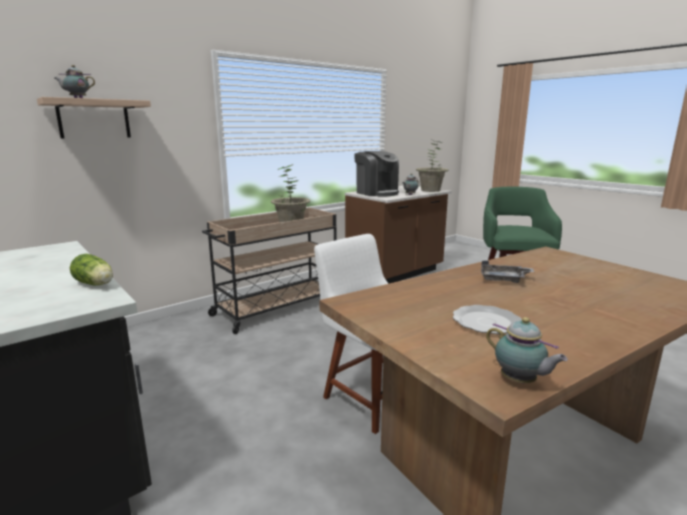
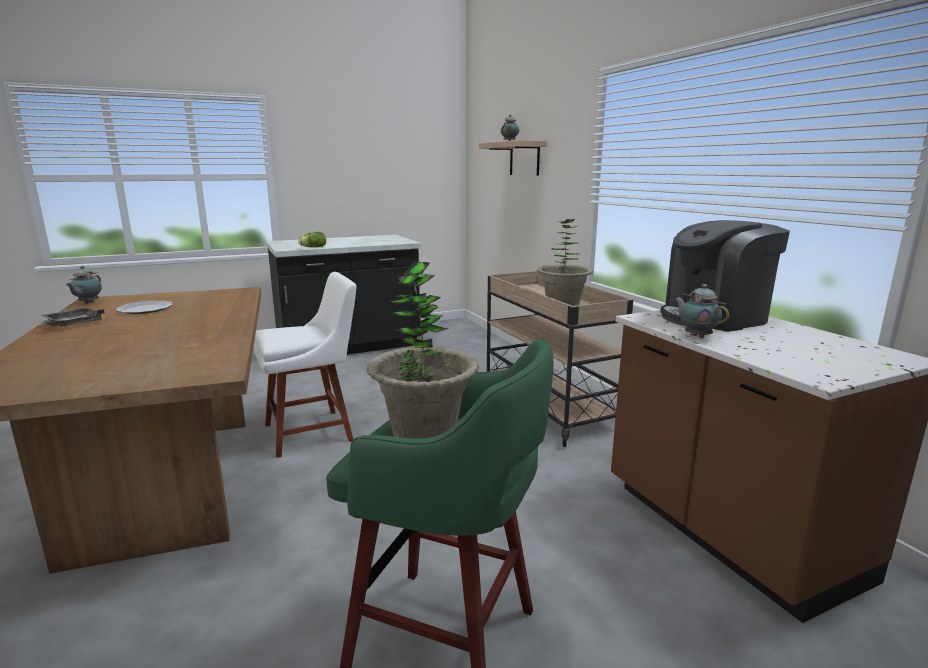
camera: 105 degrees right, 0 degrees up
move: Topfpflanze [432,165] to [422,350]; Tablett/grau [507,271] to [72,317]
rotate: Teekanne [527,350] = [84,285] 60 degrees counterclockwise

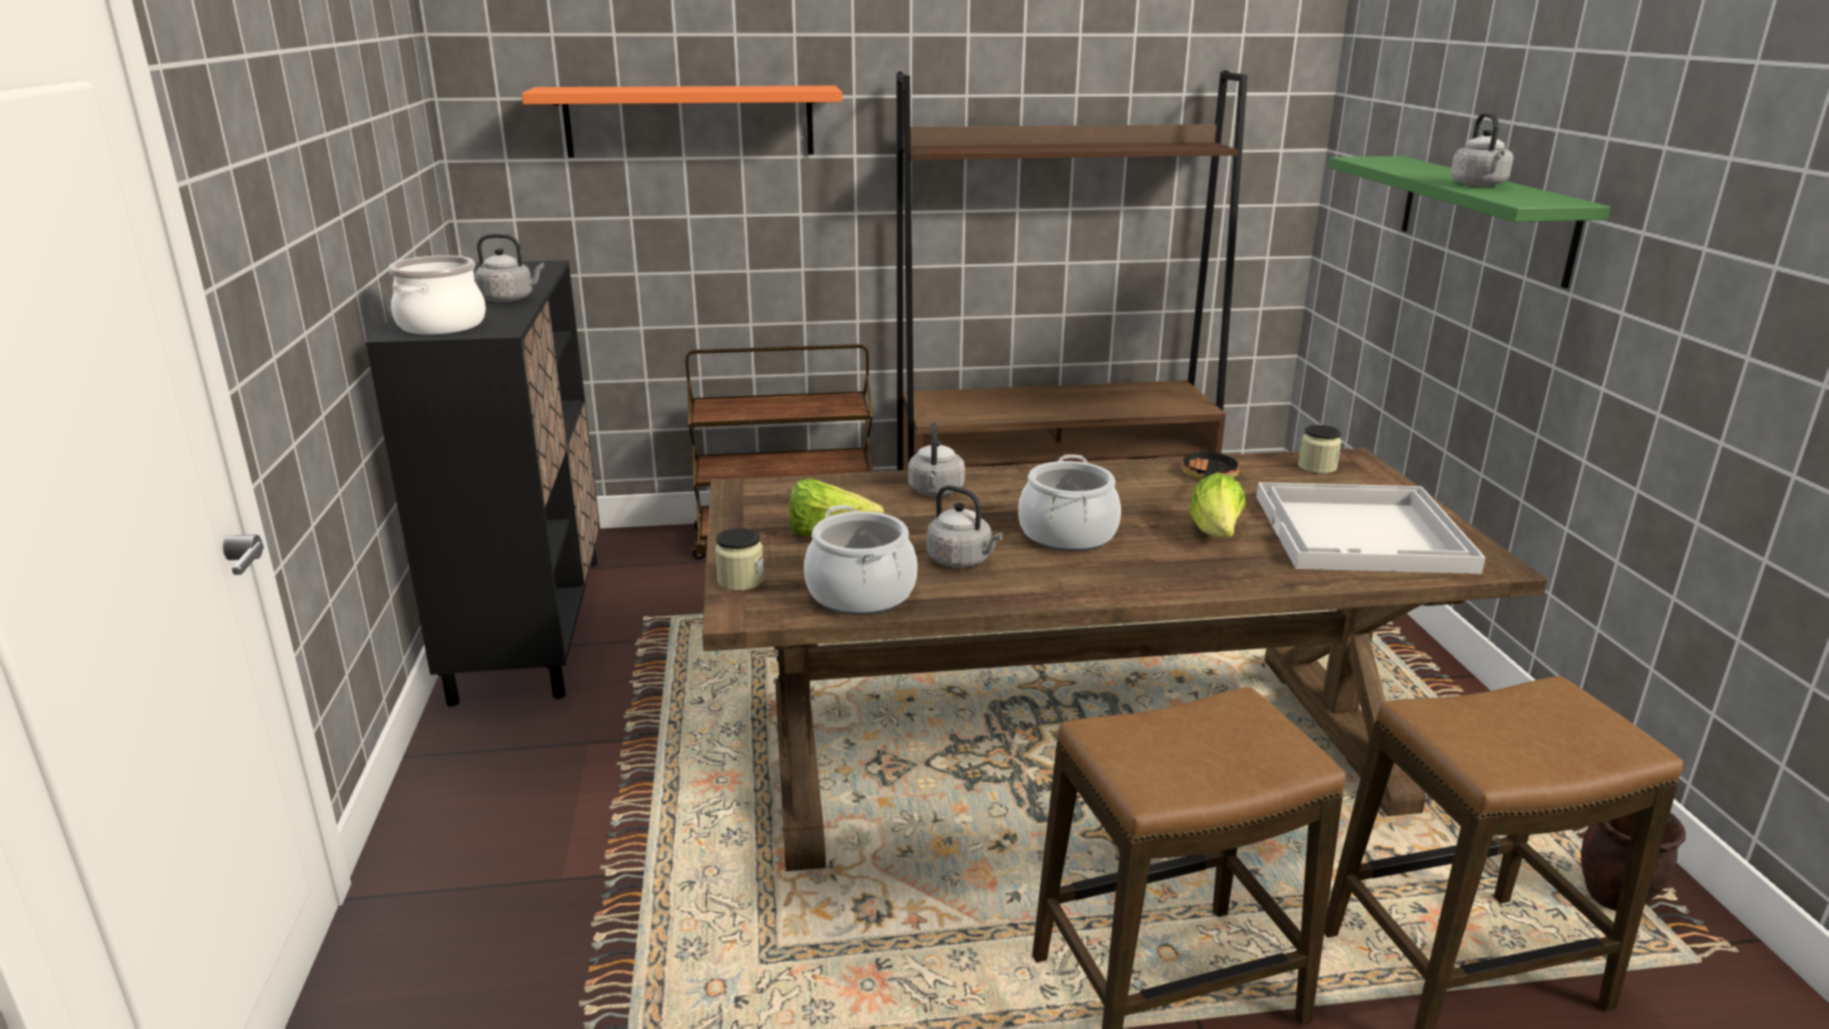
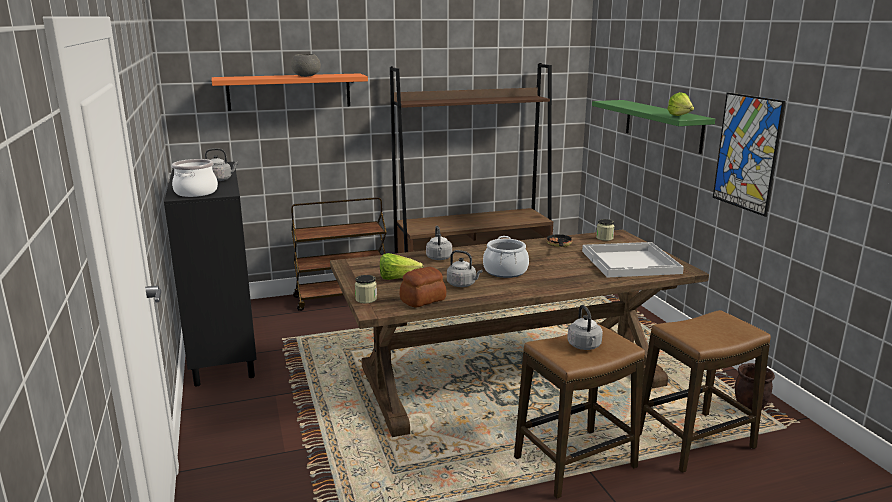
camera: 10 degrees left, 5 degrees down
insert: Schüssel/grau [306,65]; Bild [749,155]
move: Salatkopf [1217,505] to [680,104]; Wasserkessel/grau [1481,150] to [585,327]
replace: Kochtopf [860,560] to Brot [422,287]

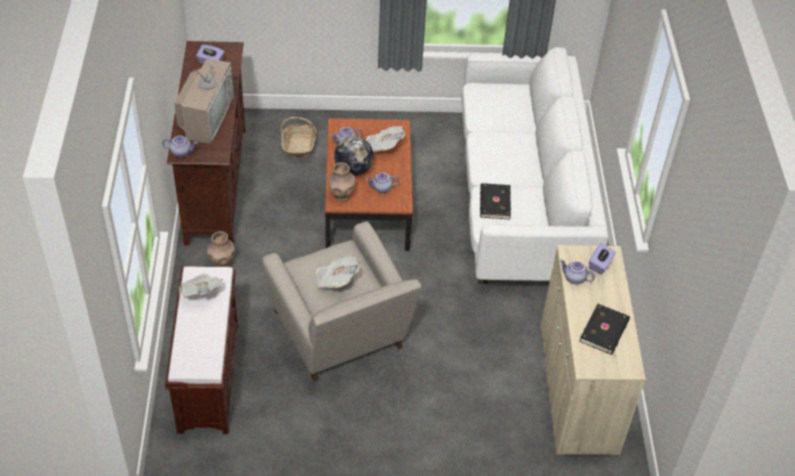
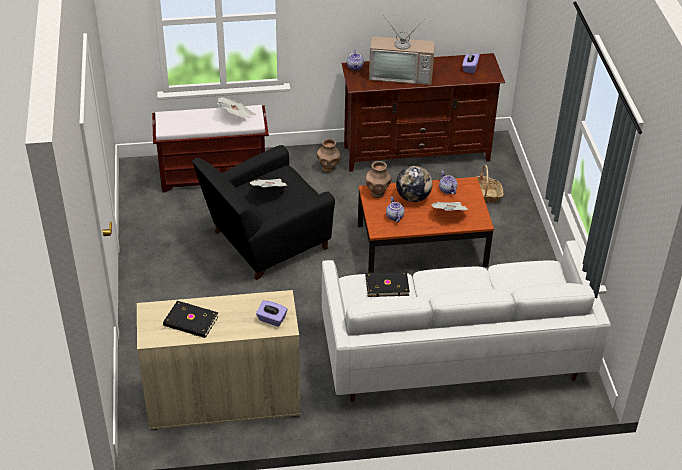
camera: 85 degrees right, 5 degrees down
delete: Teekanne [577,272]
recolor: Sessel/beige [342,301] to Sessel/schwarz [263,212]

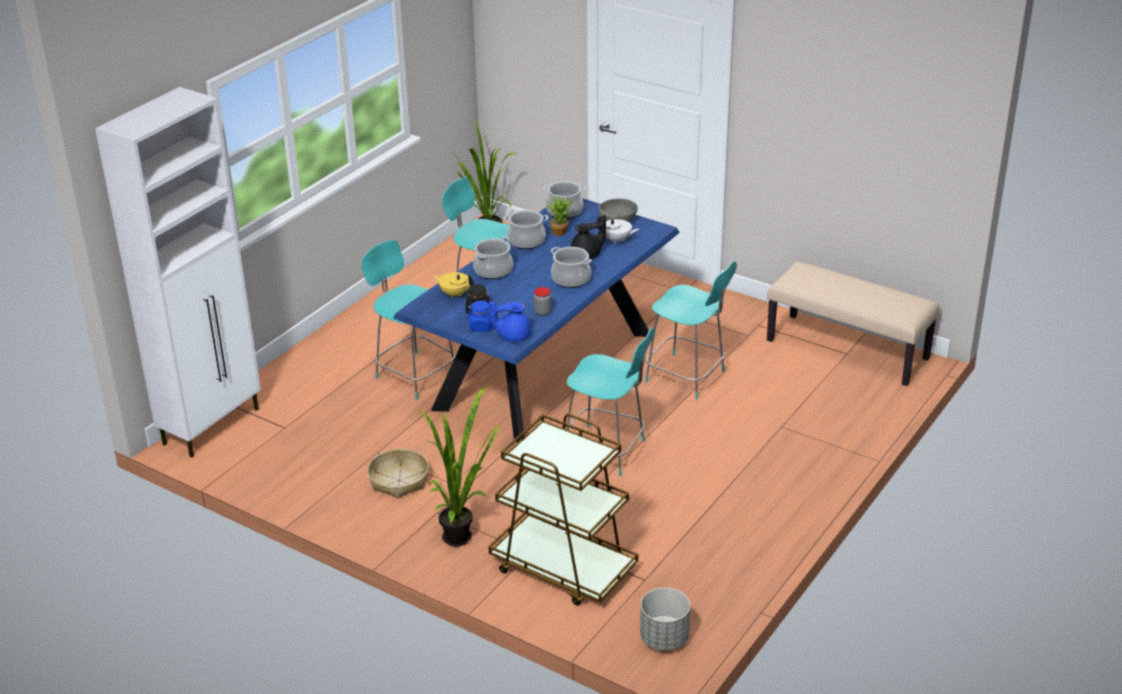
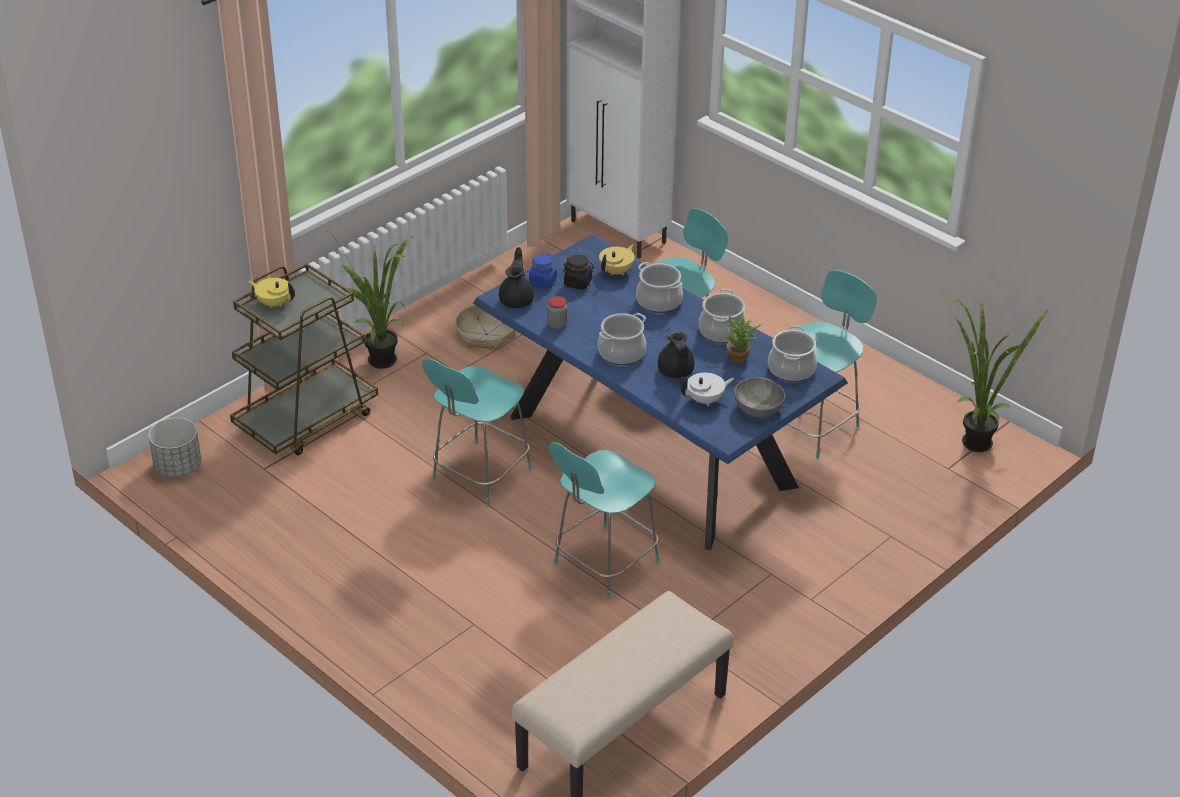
camera: 100 degrees right, 5 degrees up
insert: Teekanne/gelb [271,293]
recolor: Teekanne/blau [510,321] to Teekanne/schwarz [516,277]
rotate: Teekanne/weiß [618,229] = [707,390] 135 degrees counterclockwise

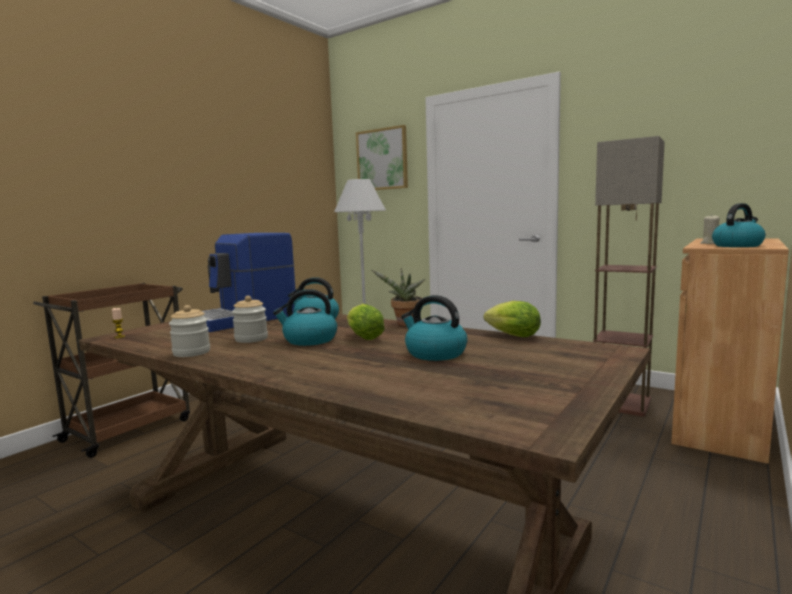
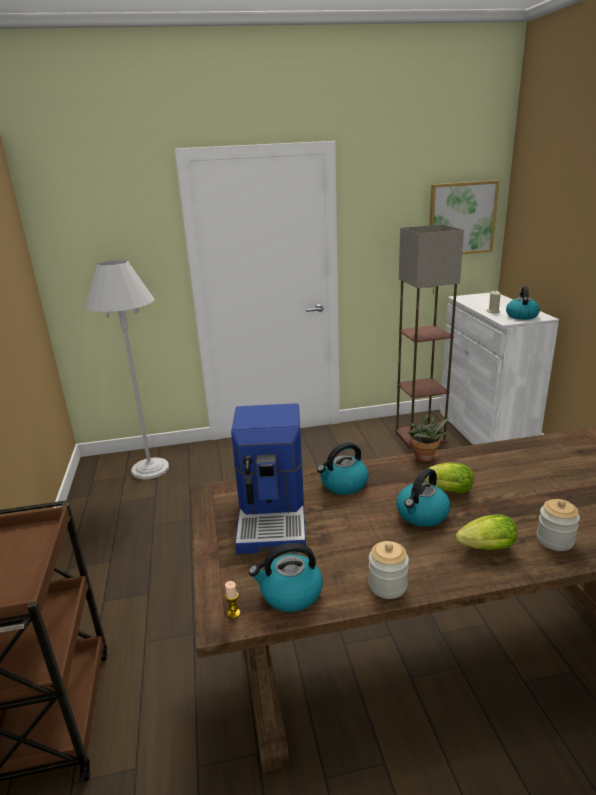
camera: 45 degrees left, 15 degrees up
move: Vorratsglas [250,319] to [558,525]; Bild [382,157] to [464,217]; Wasserkessel [434,328] to [286,577]; Salatkopf [512,319] to [486,532]
recolor: Schrank/braun [730,351] to Schrank/weiß [499,369]

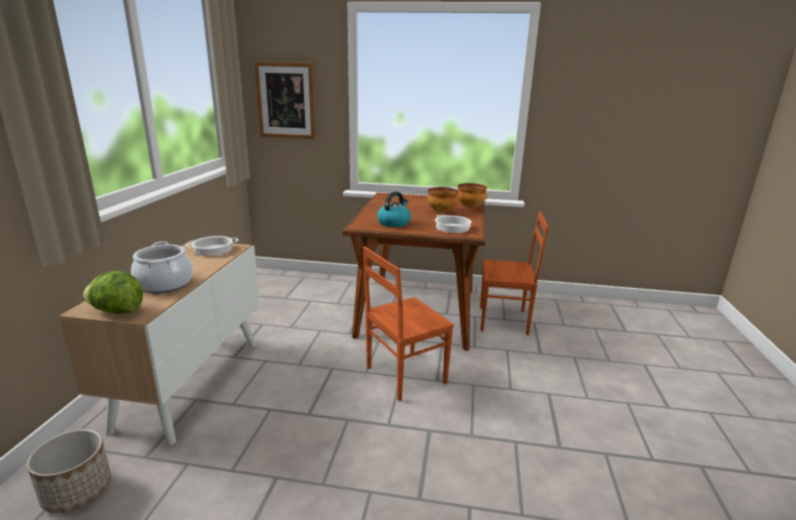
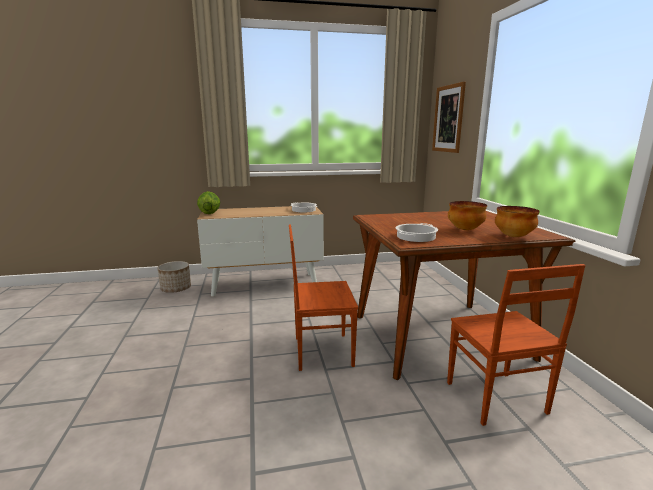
camera: 70 degrees right, 5 degrees down
delete: Kochtopf [162,267]; Wasserkessel [394,209]
rotate: Stuhl/braun [408,323] = [323,297] 45 degrees counterclockwise

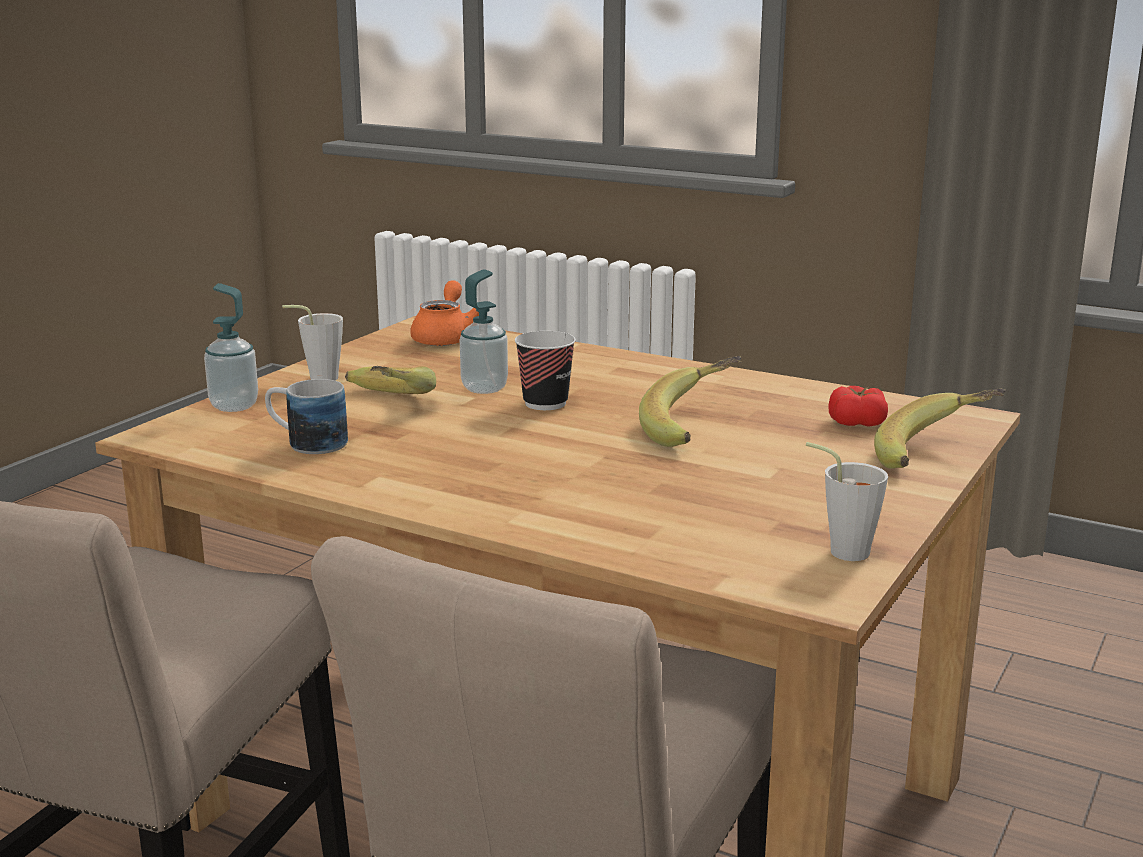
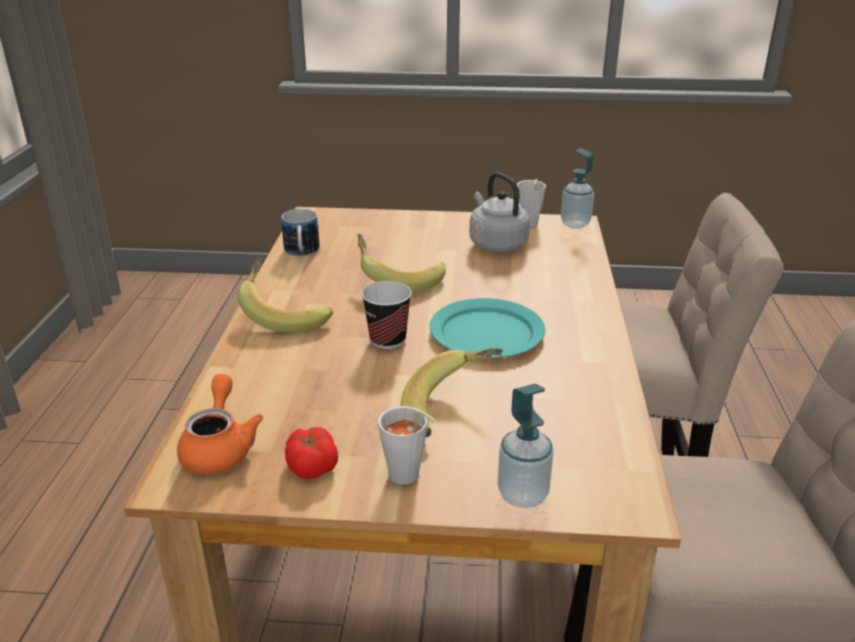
camera: 115 degrees left, 10 degrees up
insert: Teller/türkis [487,328]; Wasserkessel/grau [499,212]
move: Henkelbecher [306,416] to [300,232]; Seifenspender [484,331] to [577,188]; Tomate [858,406] to [311,453]; Banane [940,429] to [285,294]
rotate: Teekanne/orange [444,313] = [220,424] 105 degrees clockwise

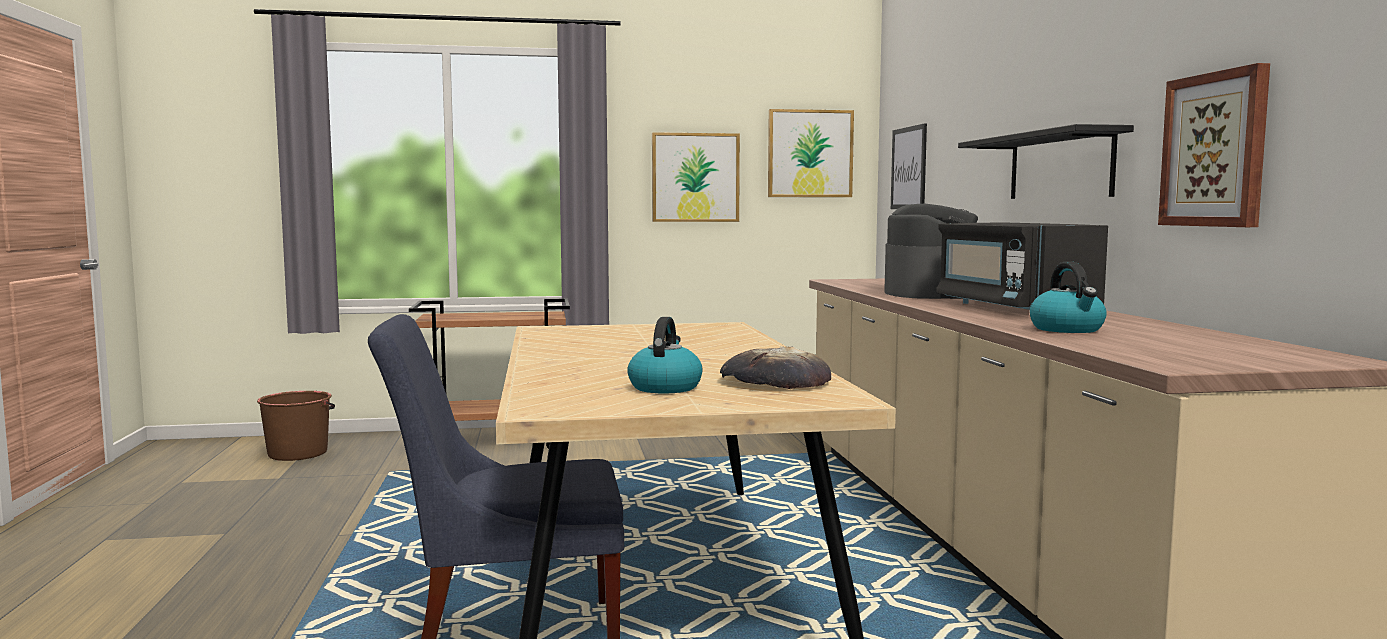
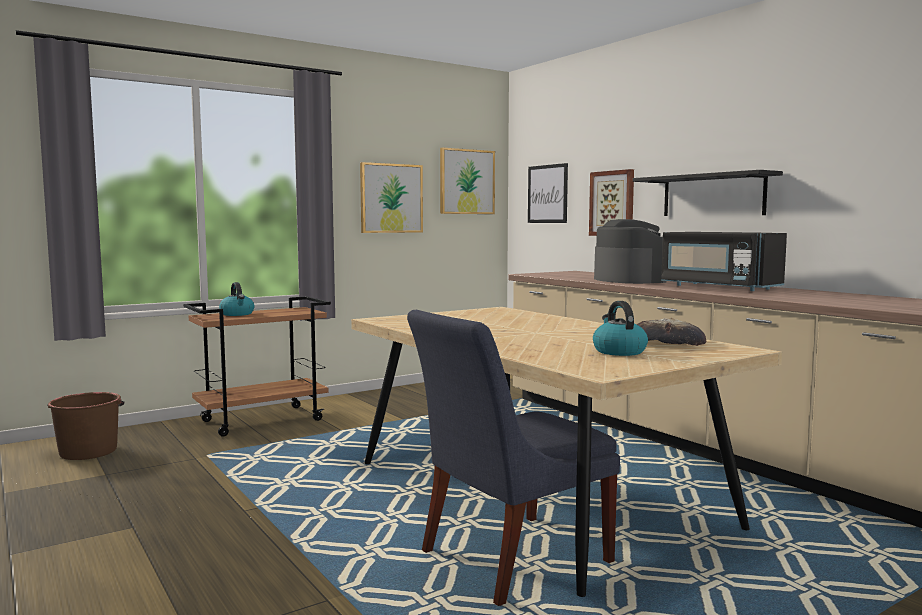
camera: 25 degrees left, 0 degrees up
move: Wasserkessel [1068,297] to [236,299]; Bild [1214,145] to [611,202]

